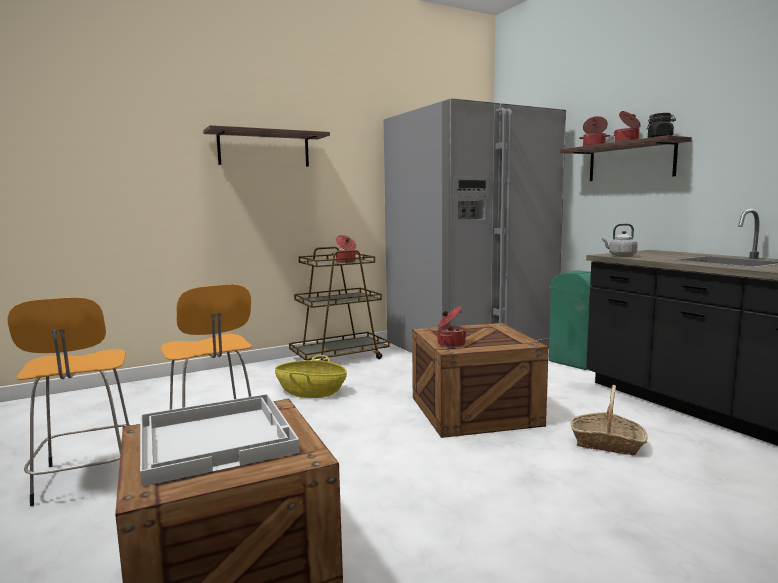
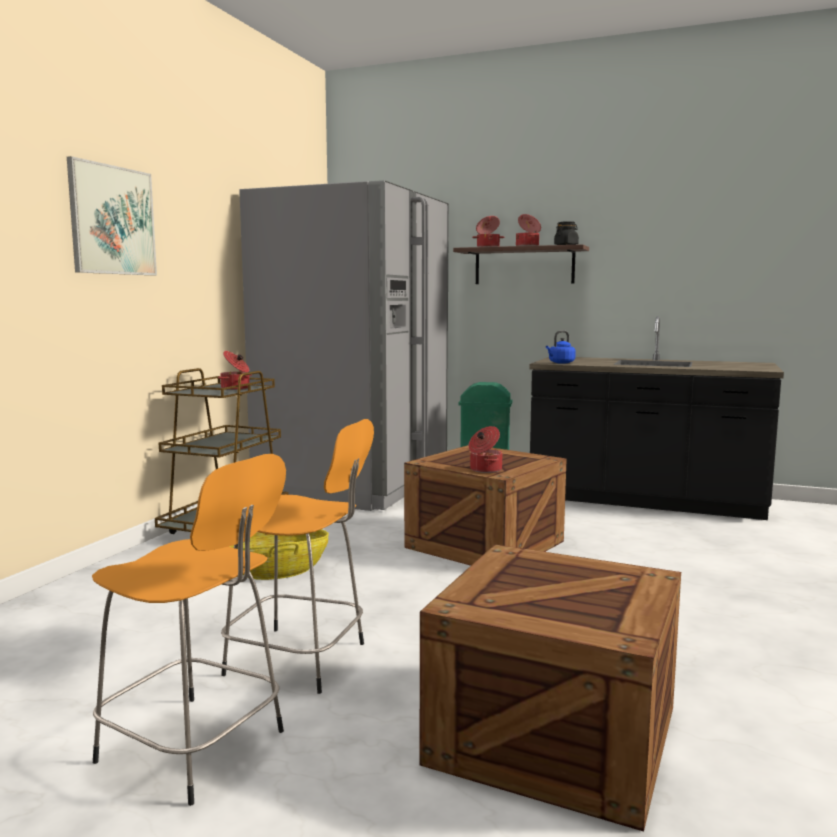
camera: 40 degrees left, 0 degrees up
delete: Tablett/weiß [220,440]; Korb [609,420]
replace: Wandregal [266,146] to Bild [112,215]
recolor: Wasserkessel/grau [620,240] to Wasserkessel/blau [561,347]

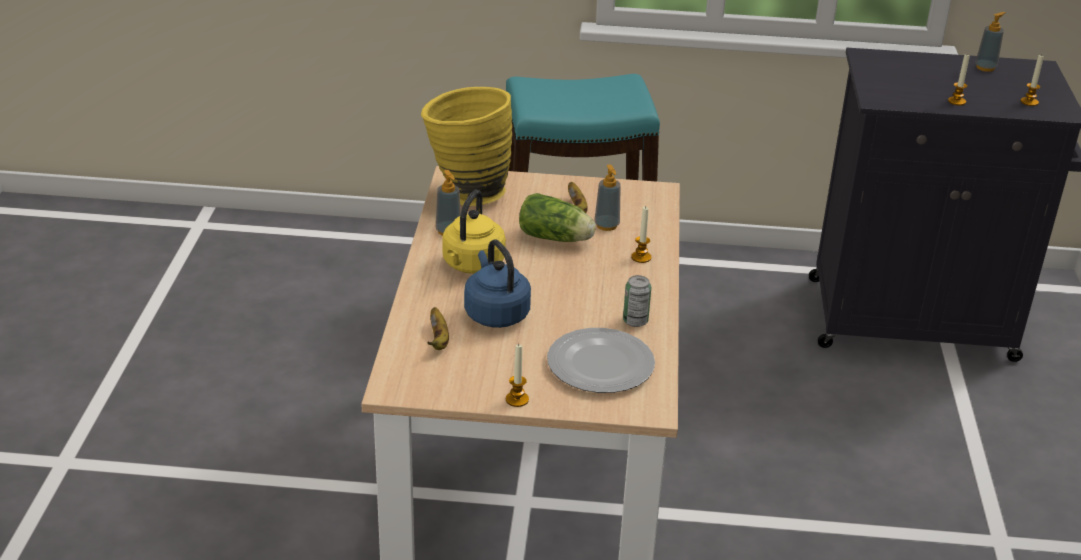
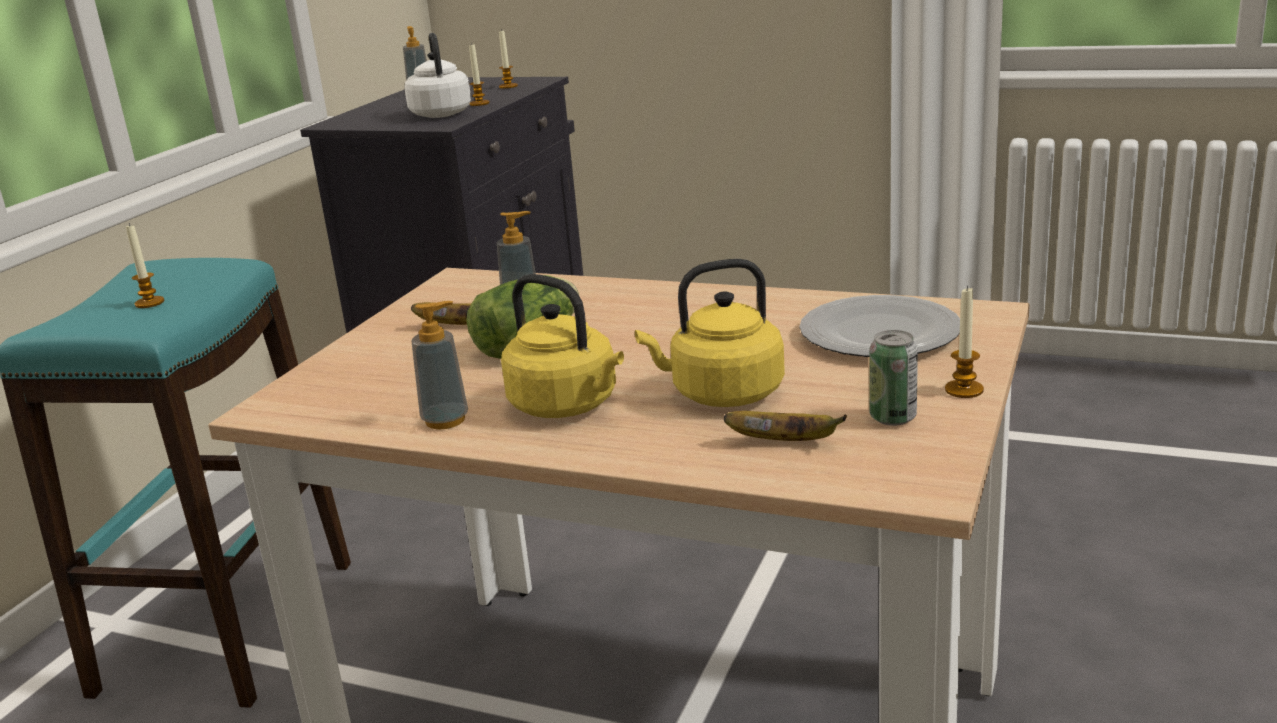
camera: 70 degrees left, 10 degrees down
delete: Vase/gelb [466,146]
insert: Wasserkessel/weiß [437,75]
move: Dose [637,301] to [893,378]; Kerze [641,235] to [145,265]
recolor: Wasserkessel/blau [497,283] to Wasserkessel/gelb [710,333]

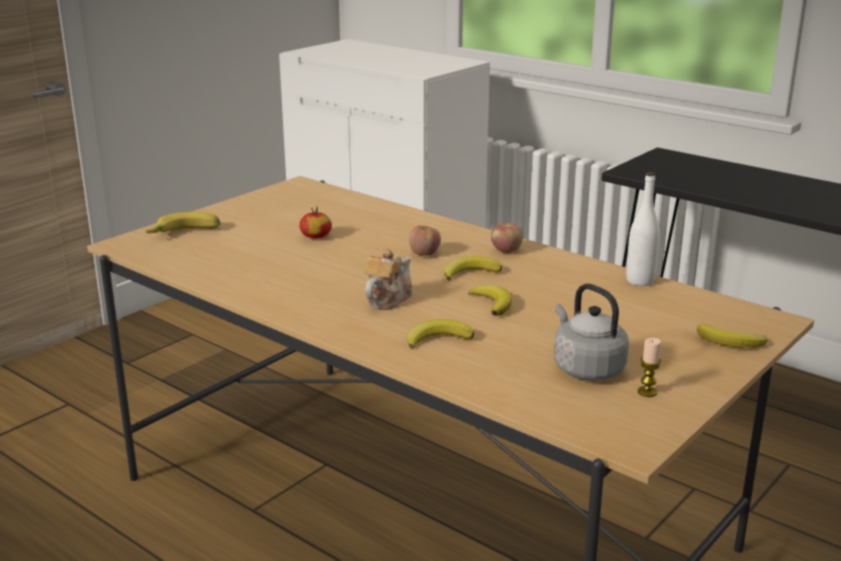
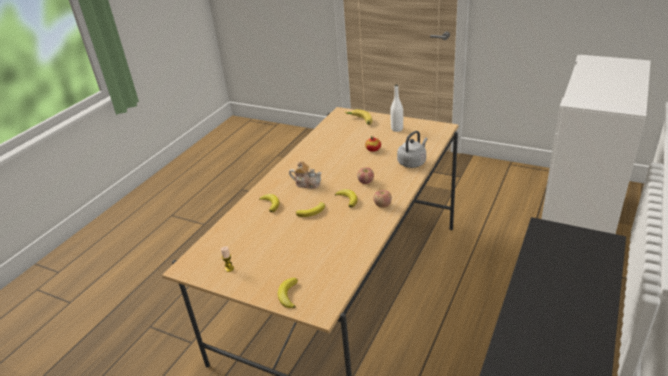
camera: 80 degrees right, 10 degrees up
move: Wasserkessel/grau [591,332] to [412,149]; Flasche/weiß [643,229] to [396,108]

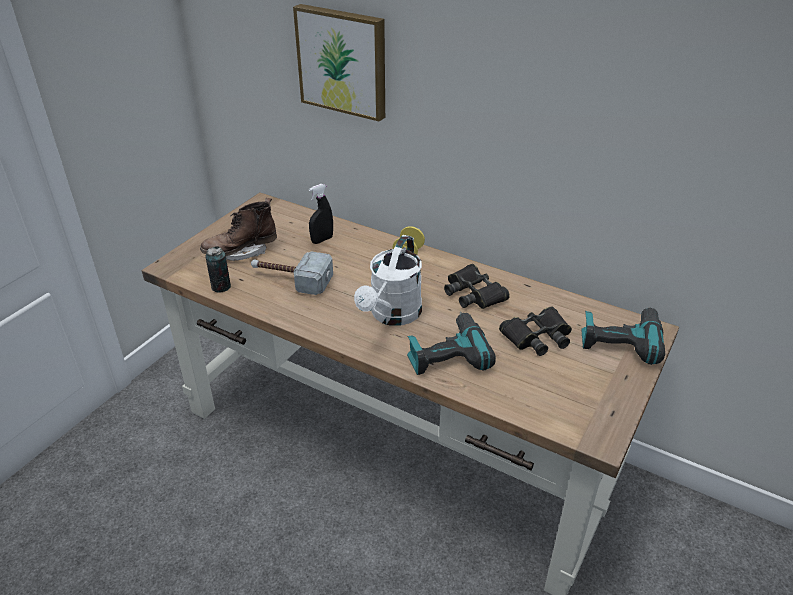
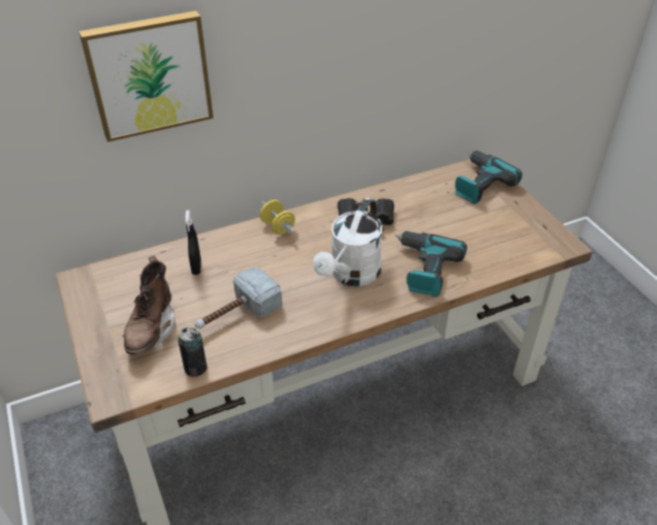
camera: 55 degrees left, 5 degrees up
delete: Fernglas/schwarz [535,331]
rotate: Gießkanne/weiß [388,280] = [348,242] 60 degrees clockwise

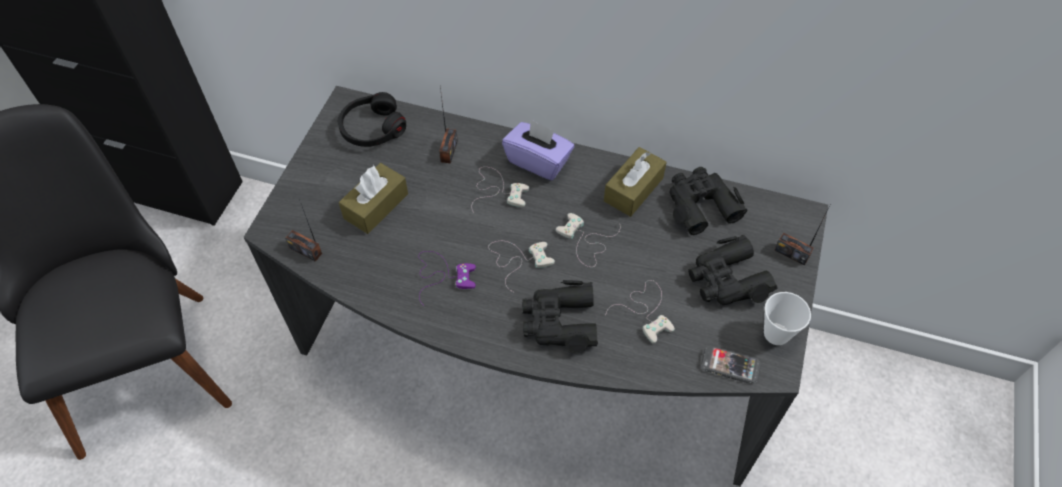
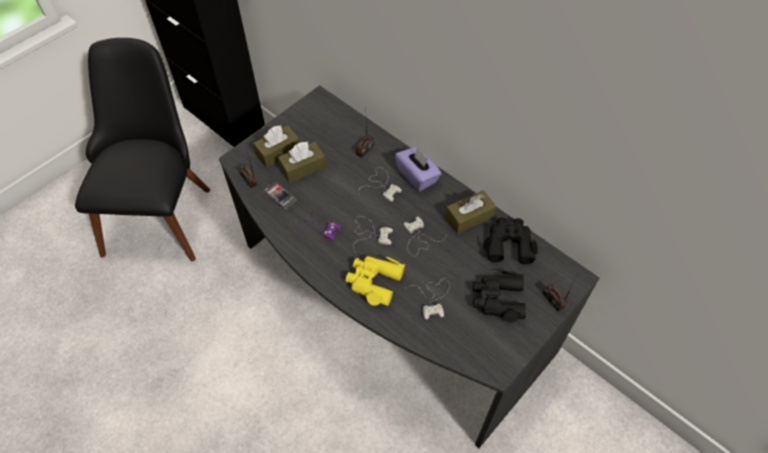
camera: 25 degrees right, 0 degrees up
delete: Kopfhörer/schwarz [372,119]; Tasse [787,318]
insert: Taschentuchbox/braun [276,146]
move: Handy [731,364] to [280,195]
recolor: Fernglas/schwarz [560,316] to Fernglas/gelb [375,281]

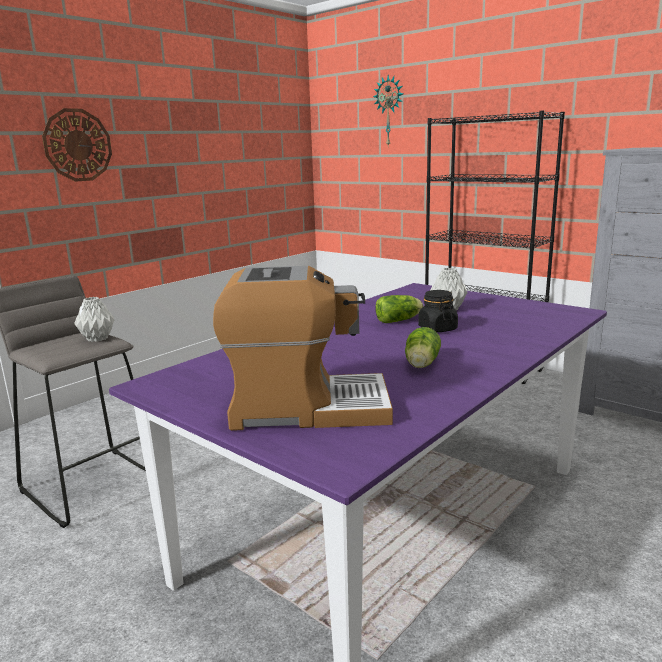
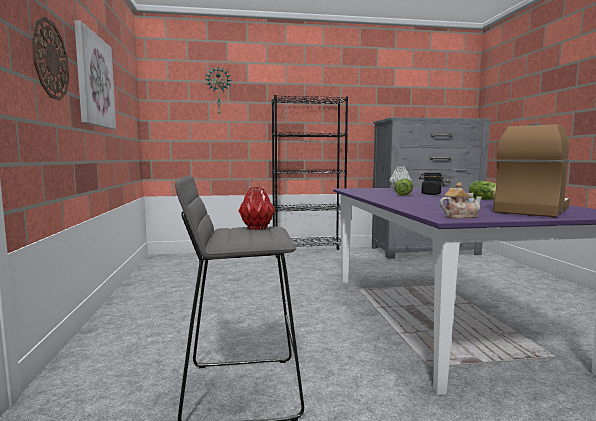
camera: 50 degrees left, 10 degrees down
insert: Bild [95,74]; Teekanne [461,200]
recolor: Vase/grau [94,319] to Vase/rot [257,208]

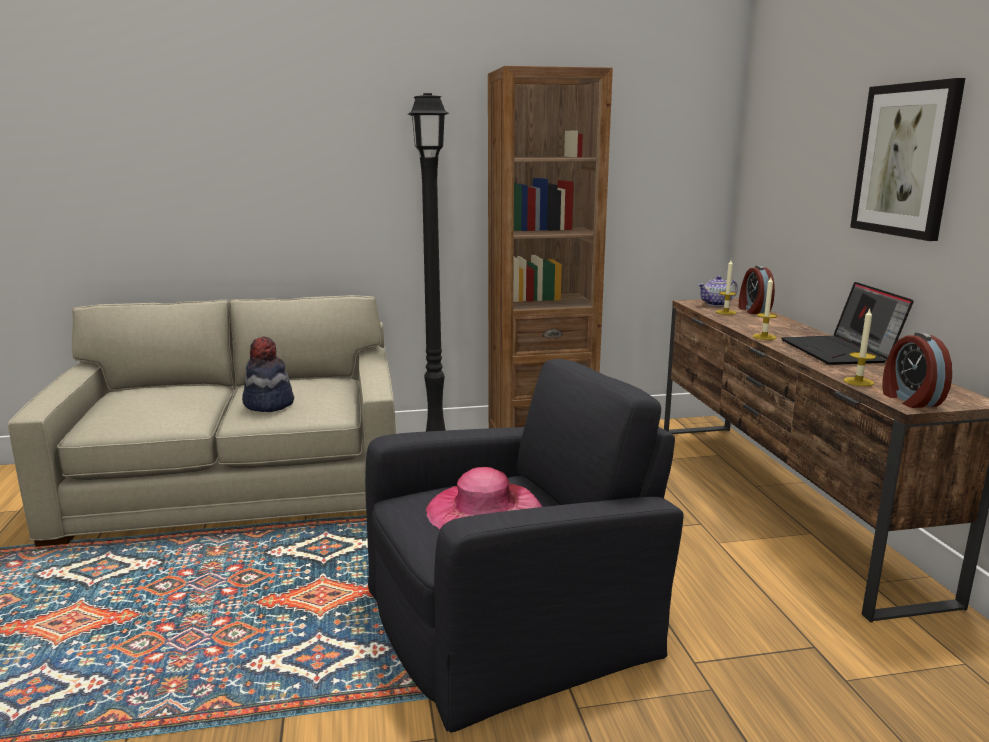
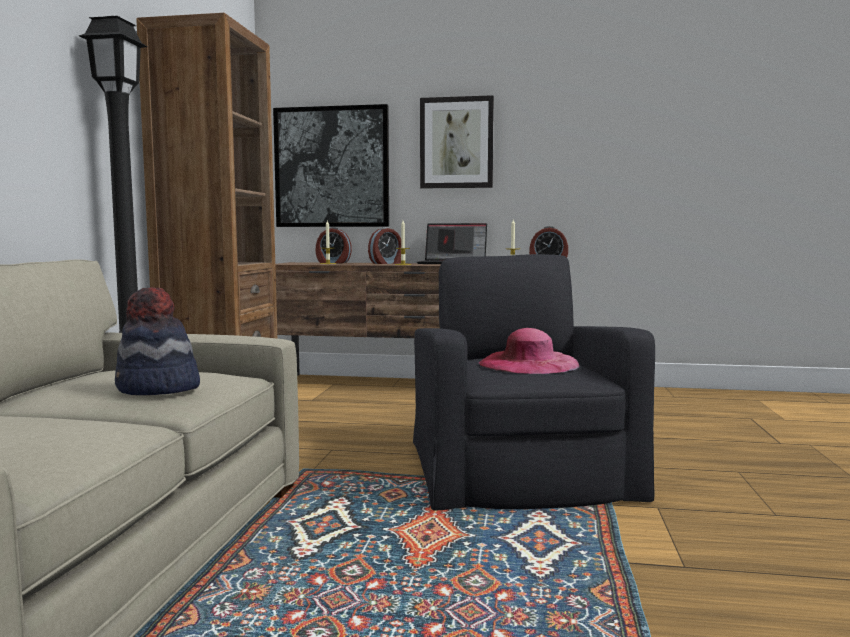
camera: 70 degrees left, 10 degrees down
delete: Teekanne [718,291]
insert: Bild [331,165]; Wecker [384,245]

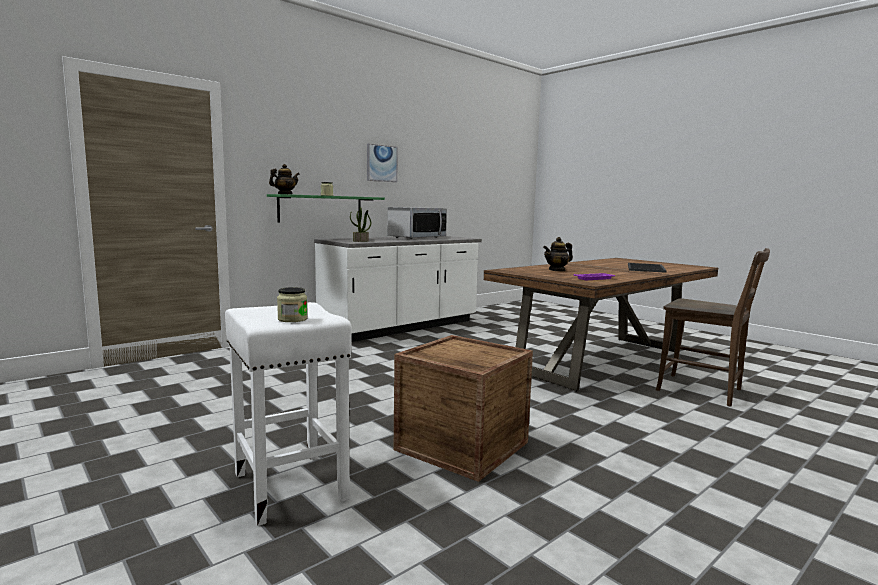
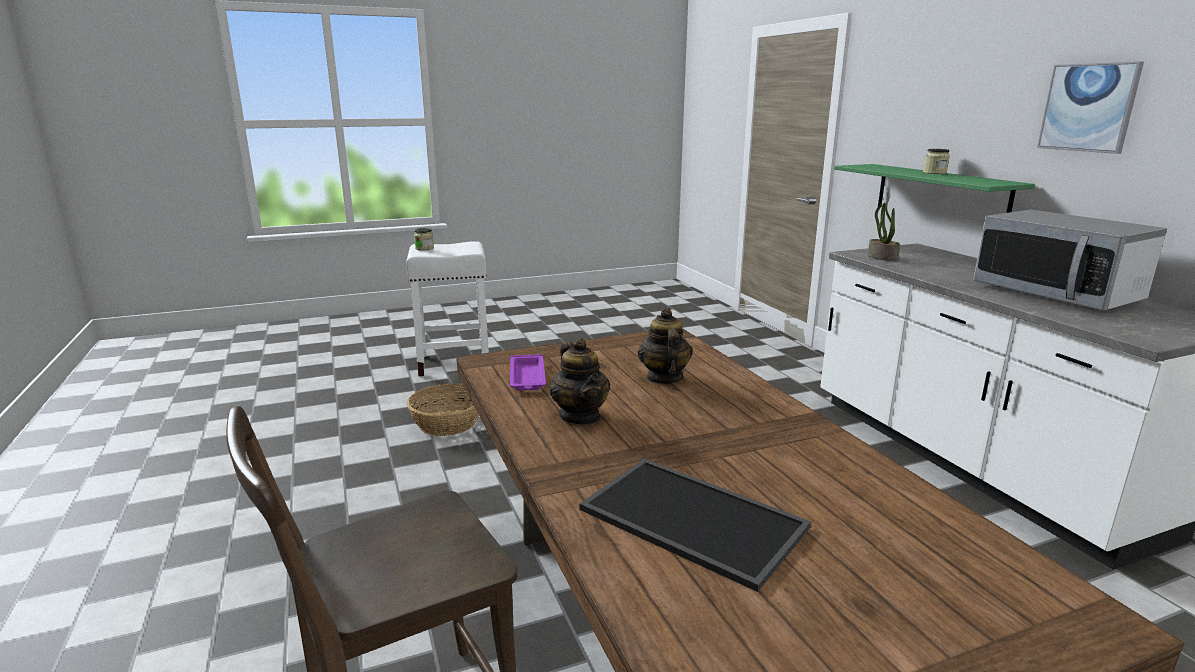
camera: 110 degrees right, 10 degrees up
move: Teekanne [284,179] to [580,381]
replace: Kiste [463,408] to Korb [443,409]

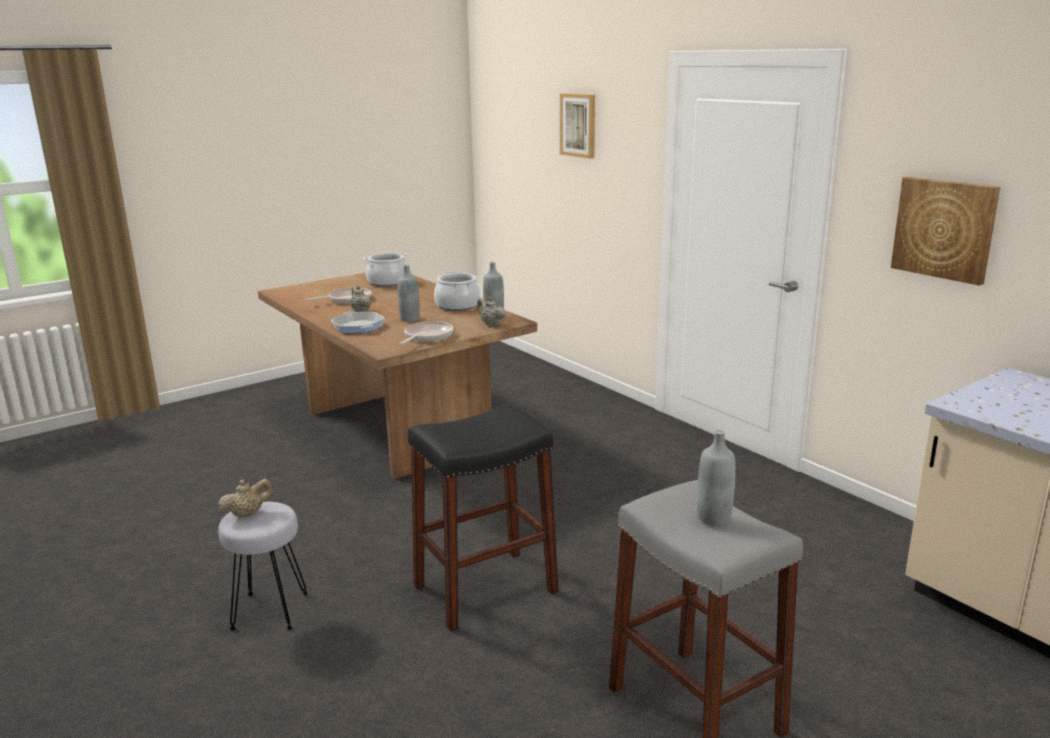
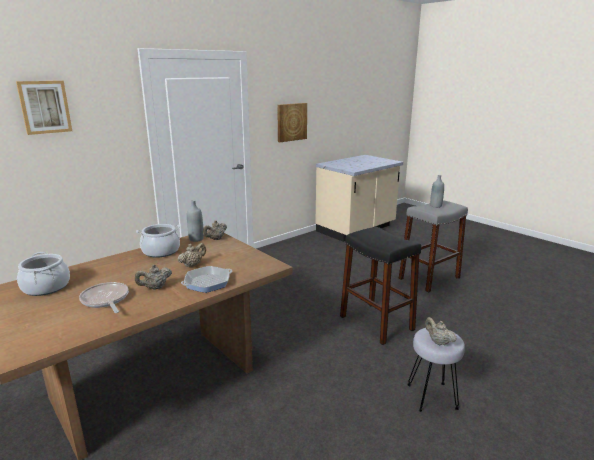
camera: 95 degrees left, 0 degrees up
delete: Pfanne [427,332]
replace: Flasche/grau [409,293] to Teekanne/beige [192,255]

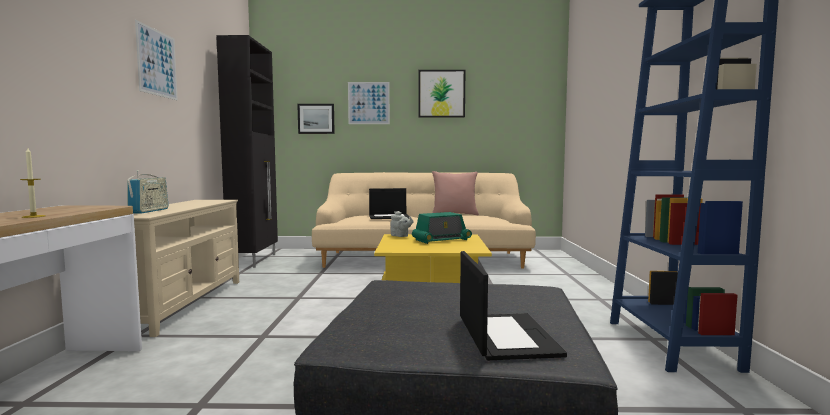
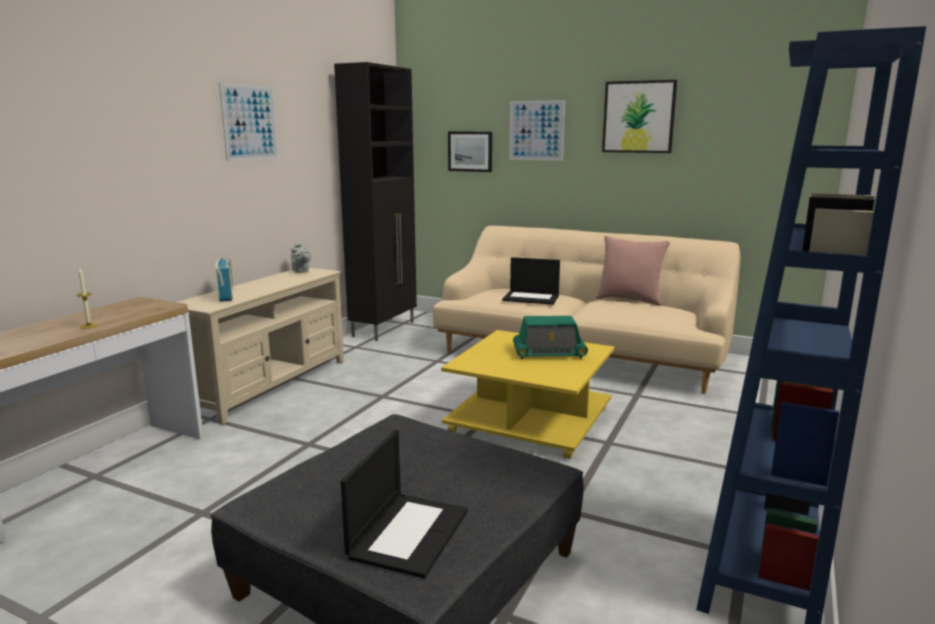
camera: 25 degrees right, 10 degrees up
move: Teekanne/grau [401,224] to [301,257]
rotate: Radio [147,192] = [224,280] 45 degrees counterclockwise

